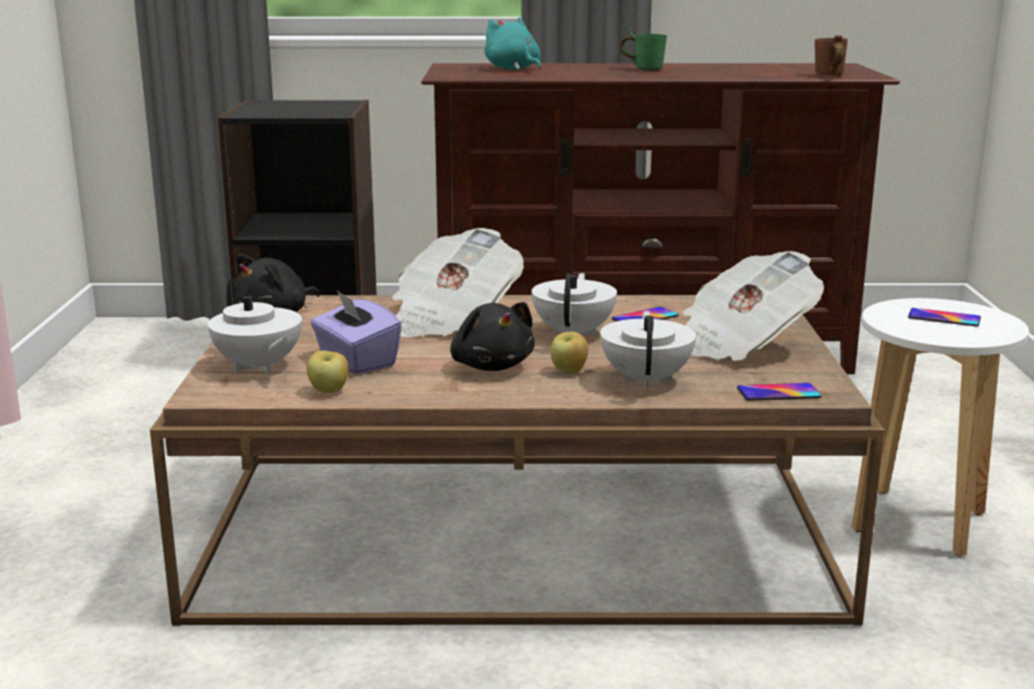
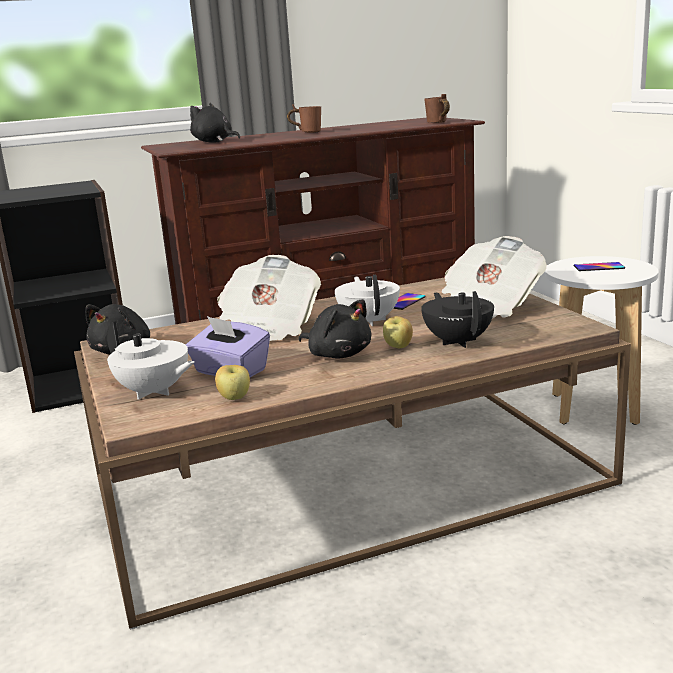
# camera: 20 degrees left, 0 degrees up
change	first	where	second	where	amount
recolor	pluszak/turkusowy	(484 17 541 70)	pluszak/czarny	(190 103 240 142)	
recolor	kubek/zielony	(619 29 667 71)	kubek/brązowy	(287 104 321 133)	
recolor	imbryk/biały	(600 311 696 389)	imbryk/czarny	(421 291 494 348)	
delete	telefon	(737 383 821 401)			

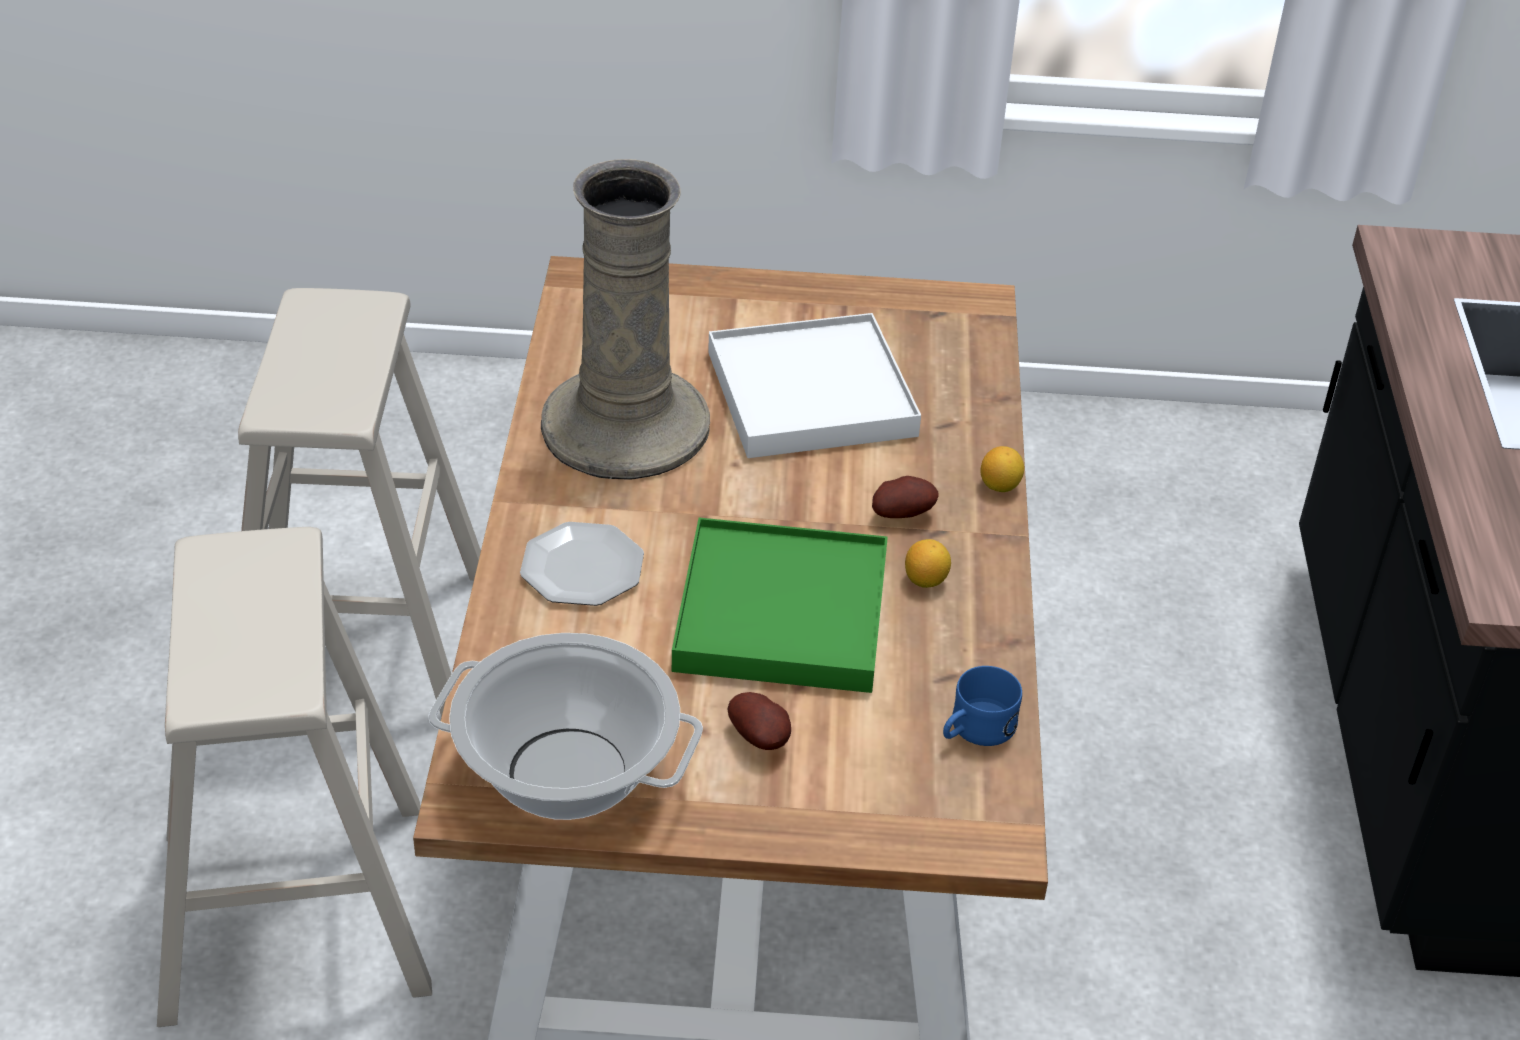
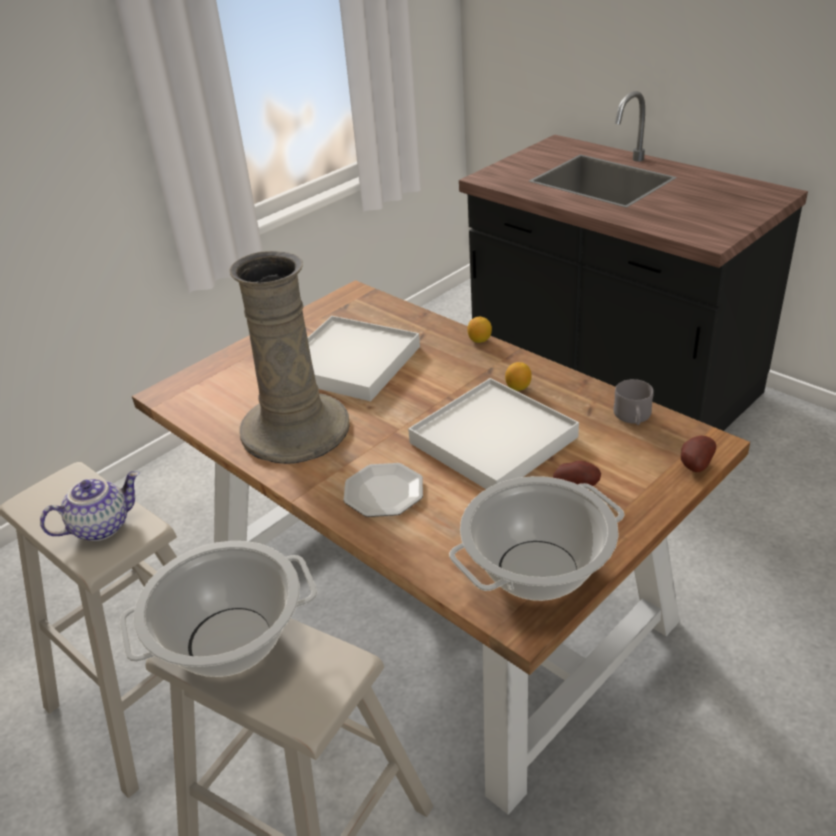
# camera: 45 degrees left, 5 degrees down
change	first	where	second	where	amount
insert			imbryk	(40 471 139 541)	
insert			garnek	(120 541 317 677)	
recolor	taca/zielony	(672 518 888 693)	taca/biały	(408 378 579 489)	
recolor	kubek/niebieski	(943 666 1022 746)	kubek/szary	(613 379 654 425)	
move	ziemniak	(872 476 938 518)		(681 435 716 472)	

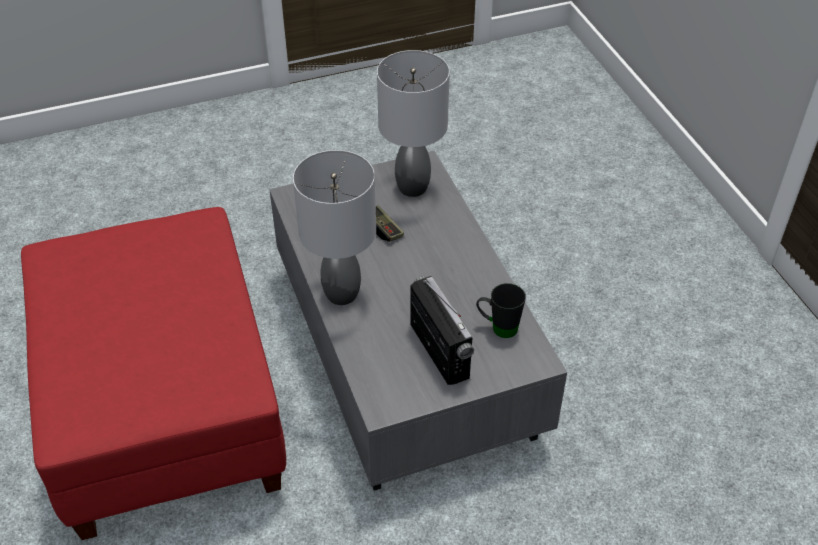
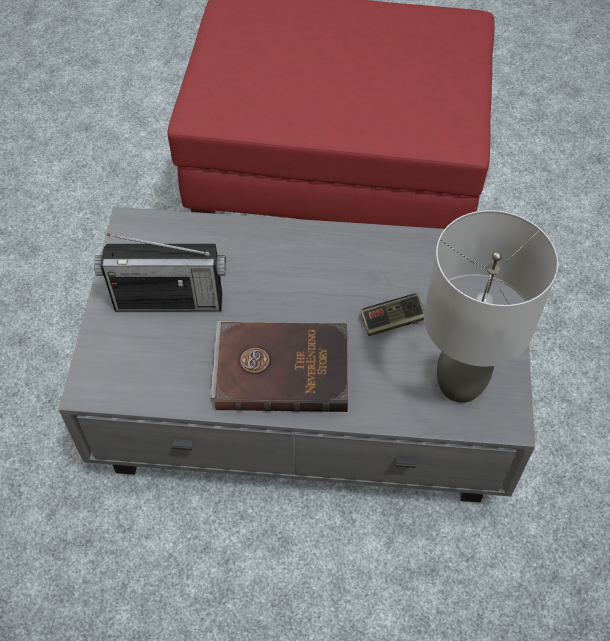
# camera: 115 degrees right, 10 degrees up
change	first	where	second	where	amount
insert			książka/brązowy	(210 321 349 412)	
delete	lampa stołowa/szary	(293 150 376 305)			
delete	kubek/czarny	(476 283 526 338)			

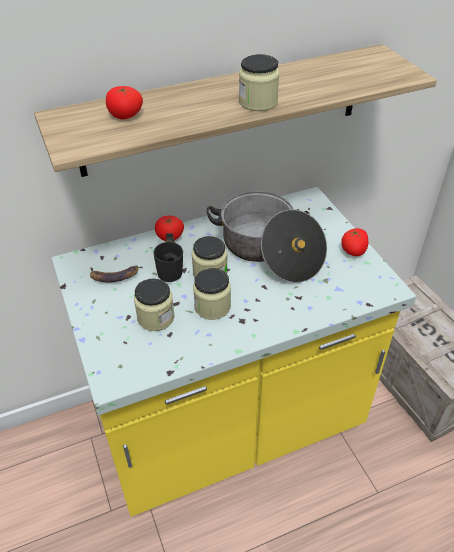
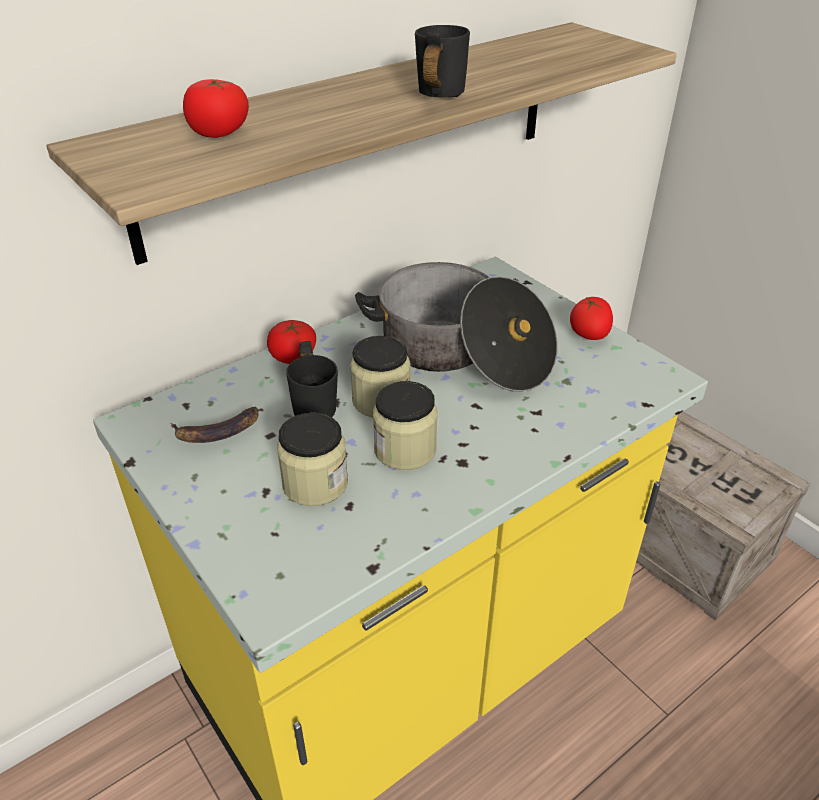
# camera: 15 degrees left, 5 degrees down
change	first	where	second	where	amount
replace	słoik	(239 54 280 111)	kubek/czarny	(415 25 470 98)	

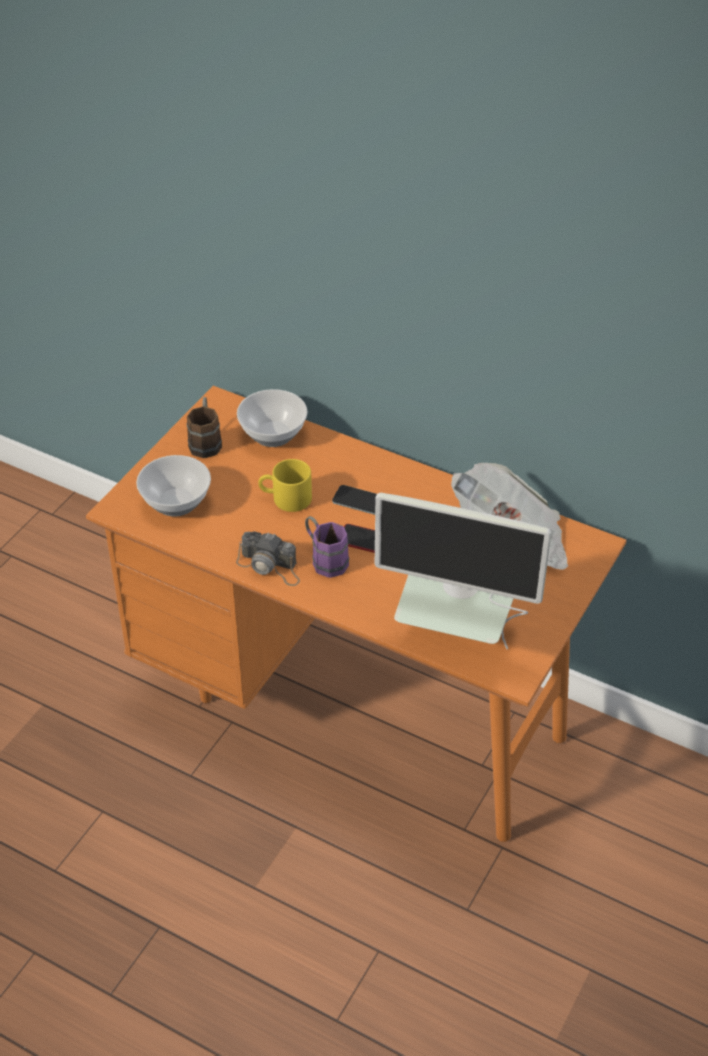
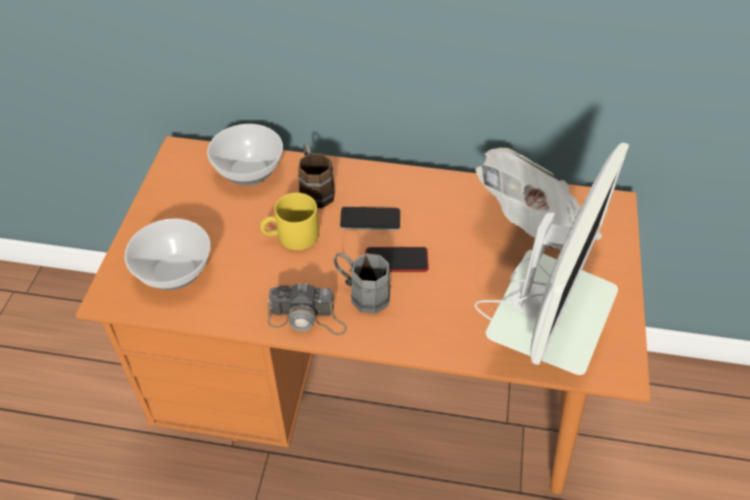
# camera: 20 degrees left, 5 degrees up
change	first	where	second	where	amount
move	kubek/brązowy	(186 397 222 458)		(298 143 335 208)	
recolor	kubek/fioletowy	(305 516 349 578)	kubek/szary	(334 253 390 314)	
rotate	monitor	(375 493 552 649)		(474 142 629 375)	60 degrees counterclockwise

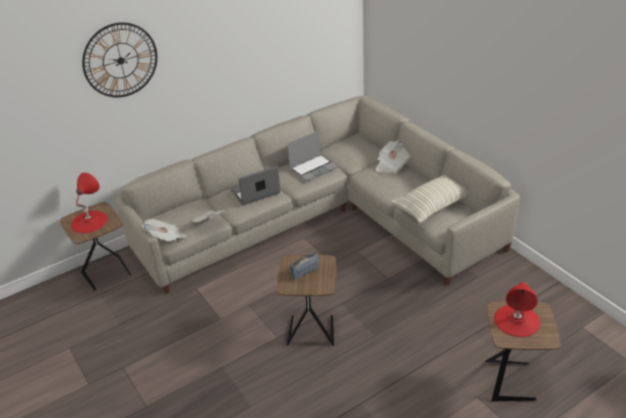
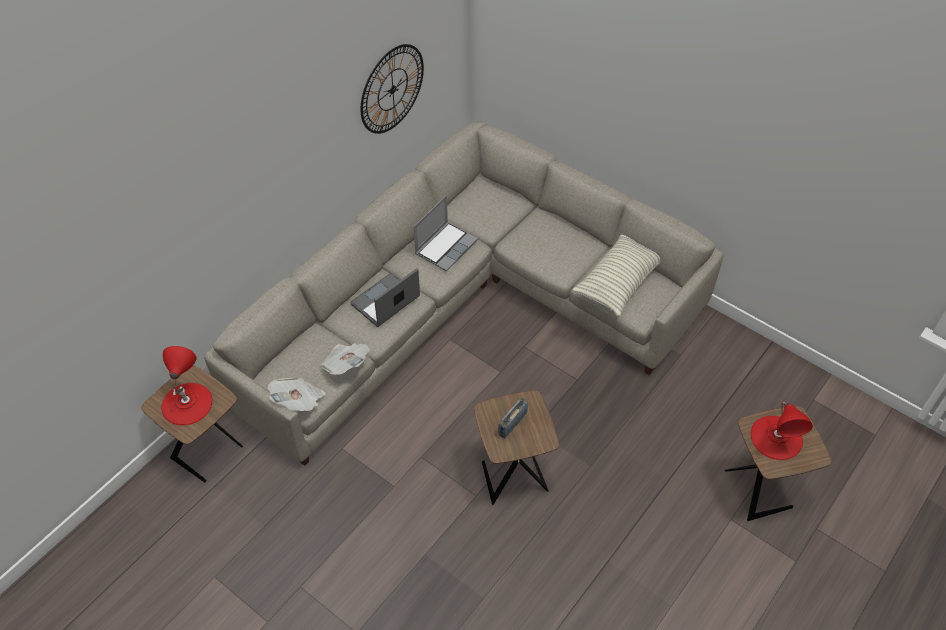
# camera: 20 degrees left, 15 degrees up
change	first	where	second	where	amount
move	zegar ścienny	(82 22 157 97)		(361 44 424 134)	
delete	gazeta	(376 140 411 174)			

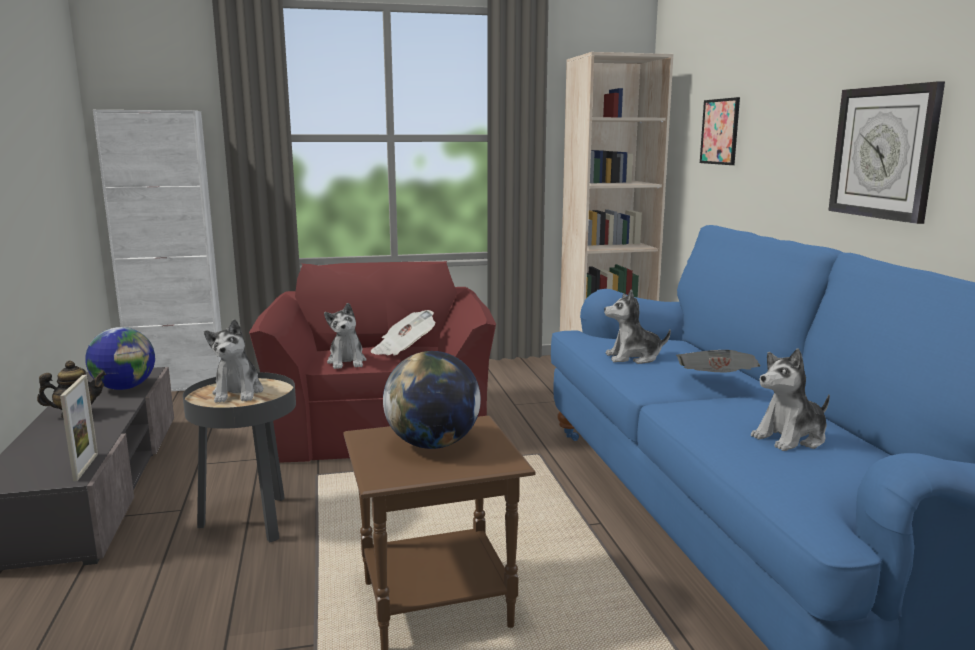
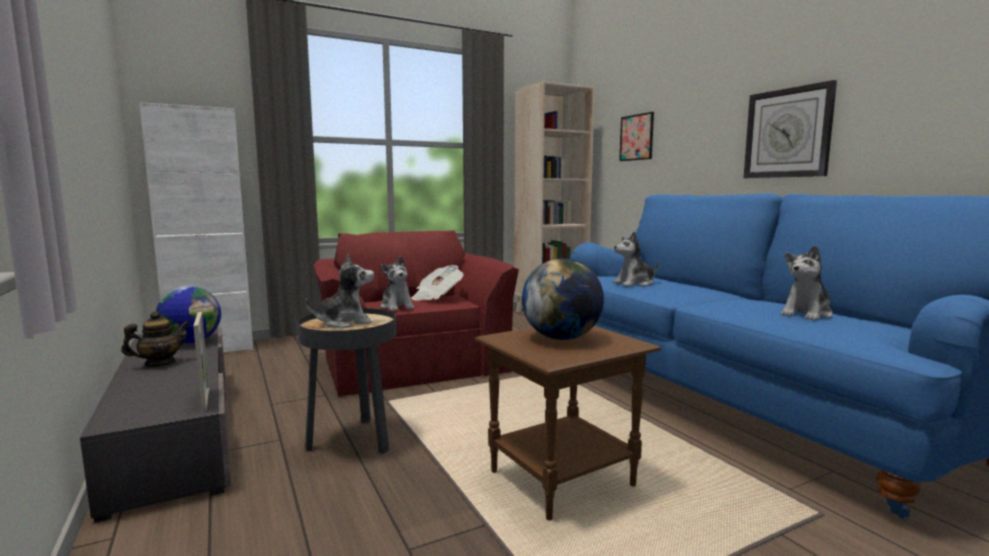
# camera: 15 degrees left, 5 degrees down
change	first	where	second	where	amount
rotate	pluszak	(204 319 263 403)		(305 254 374 328)	90 degrees counterclockwise
delete	gazeta	(676 350 760 373)			

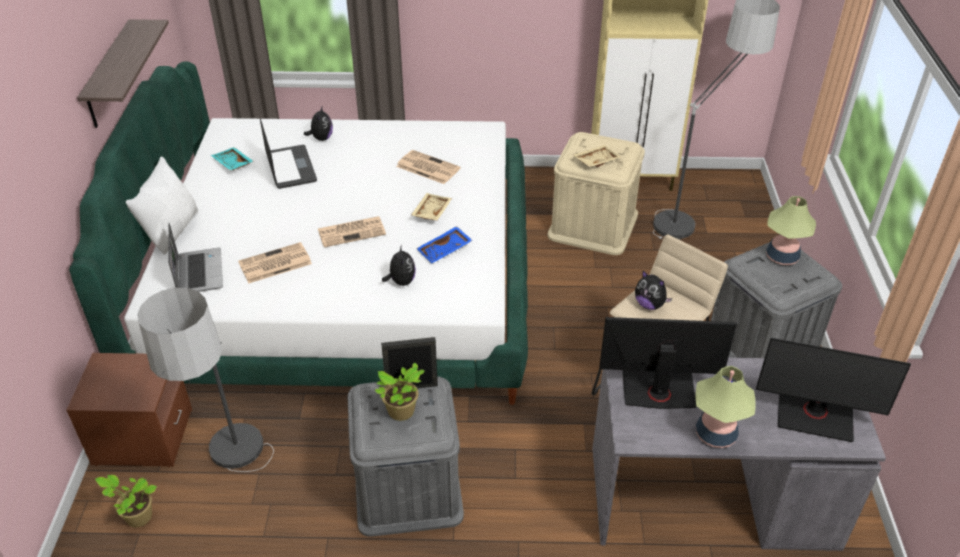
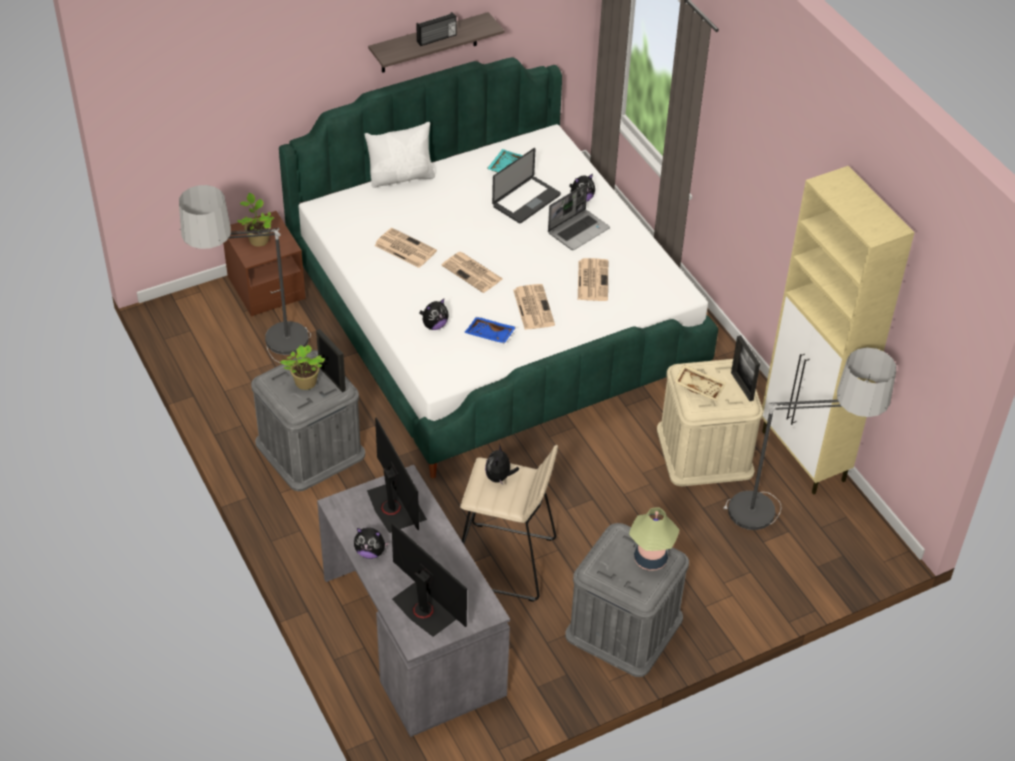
# camera: 60 degrees right, 5 degrees up
change	first	where	second	where	amount
move	roślina doniczkowa	(95 475 157 527)		(237 193 274 247)	
replace	lampa stołowa	(696 366 756 448)	pluszak	(354 528 390 559)	
rotate	monitor	(756 338 911 442)		(391 522 467 637)	150 degrees clockwise
insert			radio	(417 12 457 46)	
replace	taca/beżowy	(411 193 452 221)	gazeta	(513 284 555 330)	
move	laptop	(168 223 223 292)		(548 183 610 250)	
insert			ramka na zdjęcie	(731 335 760 401)	

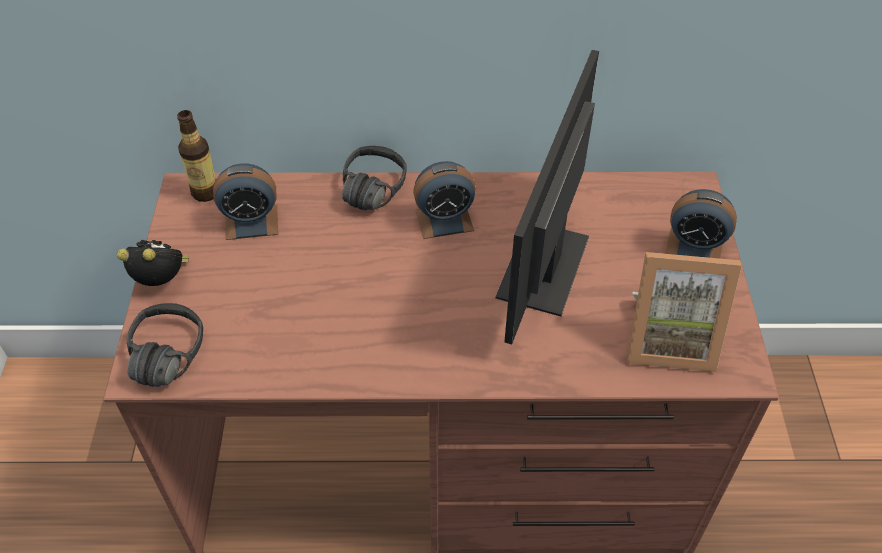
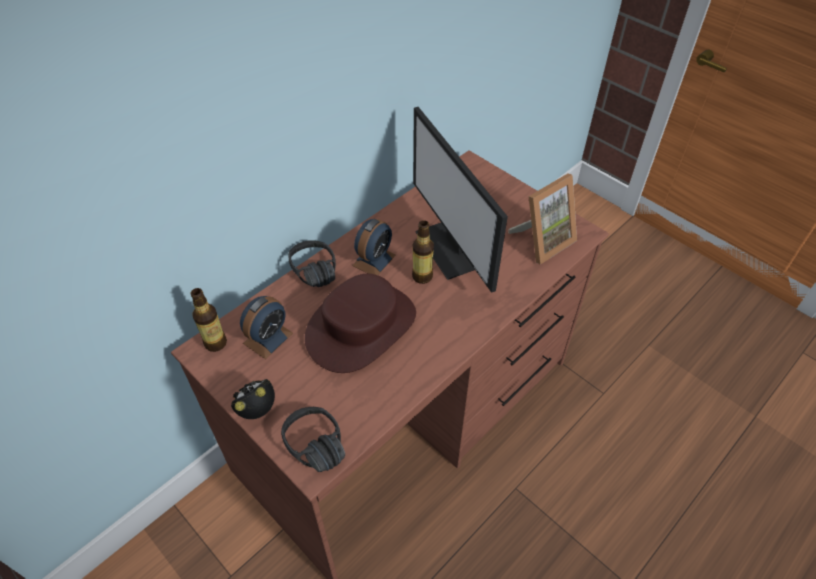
# camera: 45 degrees left, 0 degrees up
change	first	where	second	where	amount
insert			kapelusz/brązowy	(305 274 416 373)	
insert			butelka	(412 220 434 284)	
delete	budzik	(665 189 737 259)			

